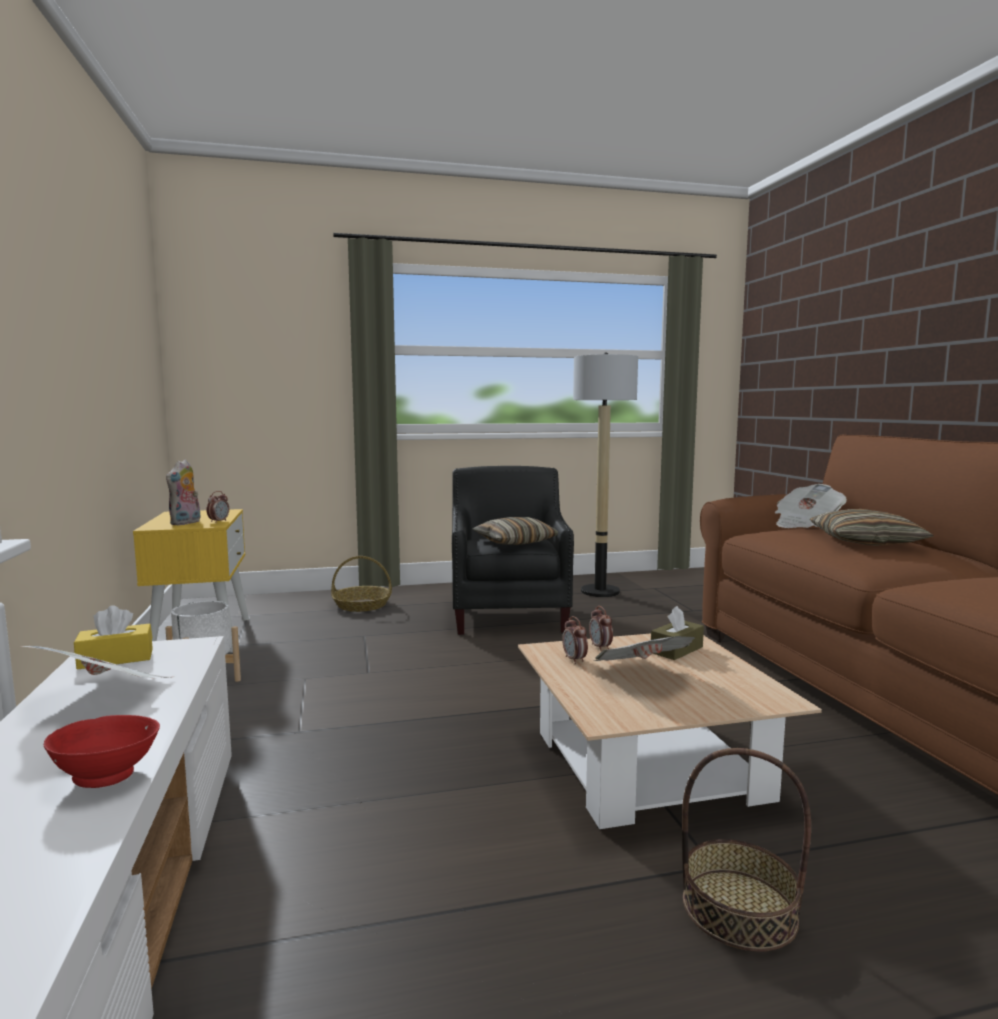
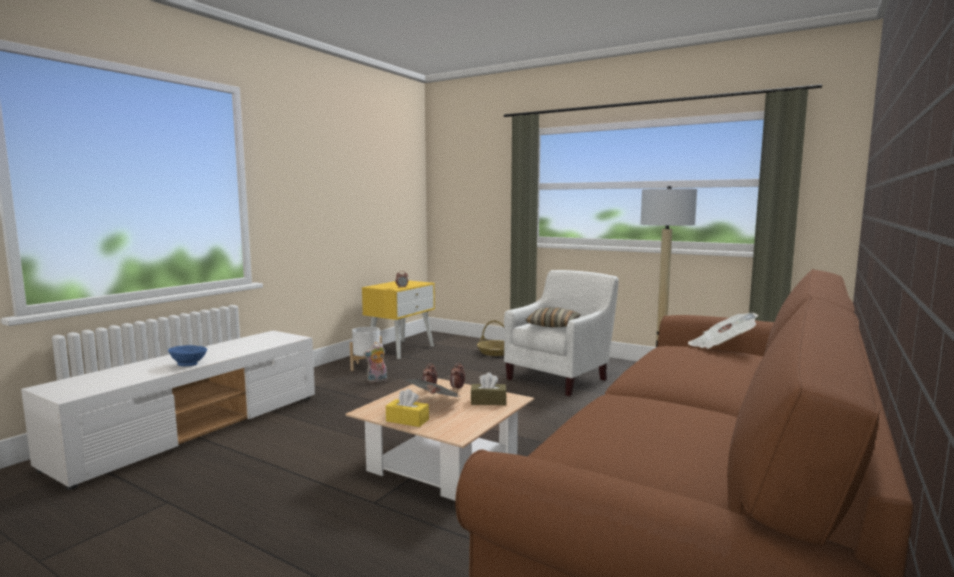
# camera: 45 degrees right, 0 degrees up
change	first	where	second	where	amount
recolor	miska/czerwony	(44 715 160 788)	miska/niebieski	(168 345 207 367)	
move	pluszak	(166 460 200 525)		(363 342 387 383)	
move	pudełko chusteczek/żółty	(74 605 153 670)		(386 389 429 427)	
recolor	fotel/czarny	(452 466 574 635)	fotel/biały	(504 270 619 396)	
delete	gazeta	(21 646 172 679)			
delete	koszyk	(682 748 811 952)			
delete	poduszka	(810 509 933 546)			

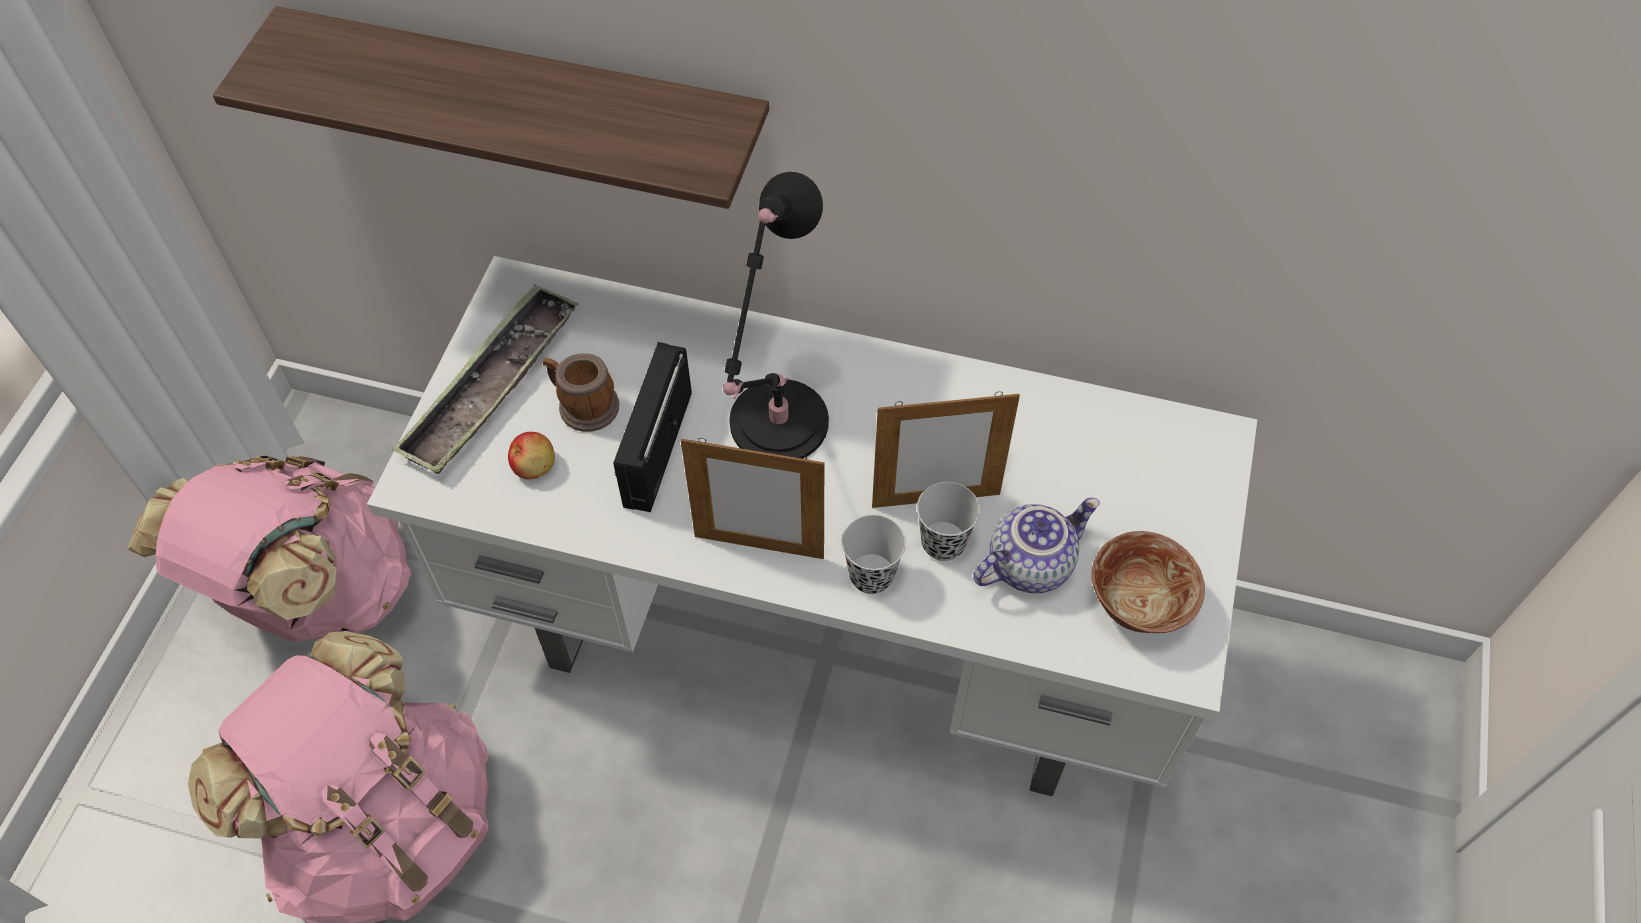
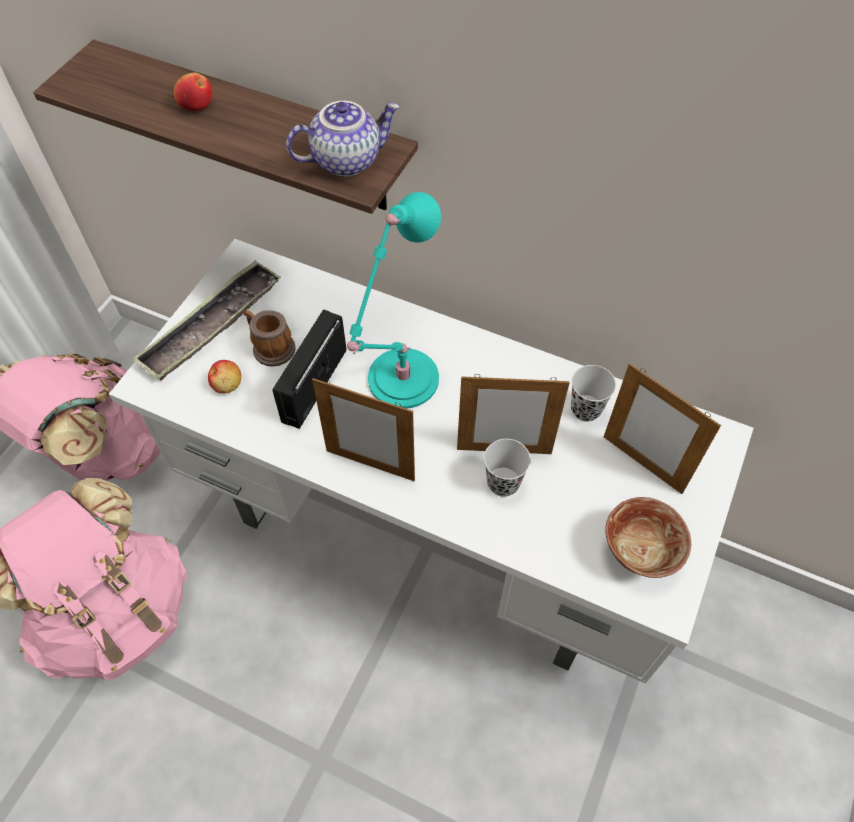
# camera: 10 degrees right, 0 degrees up
change	first	where	second	where	amount
insert			jabłko	(174 72 213 111)	
move	imbryk	(973 498 1100 593)		(286 101 400 177)	
recolor	lampa stołowa/czarny	(723 172 829 459)	lampa stołowa/turkusowy	(347 192 441 409)	
move	filiżanka/czarny	(842 514 906 594)		(571 365 616 422)	
insert			ramka na zdjęcie	(604 363 721 494)	

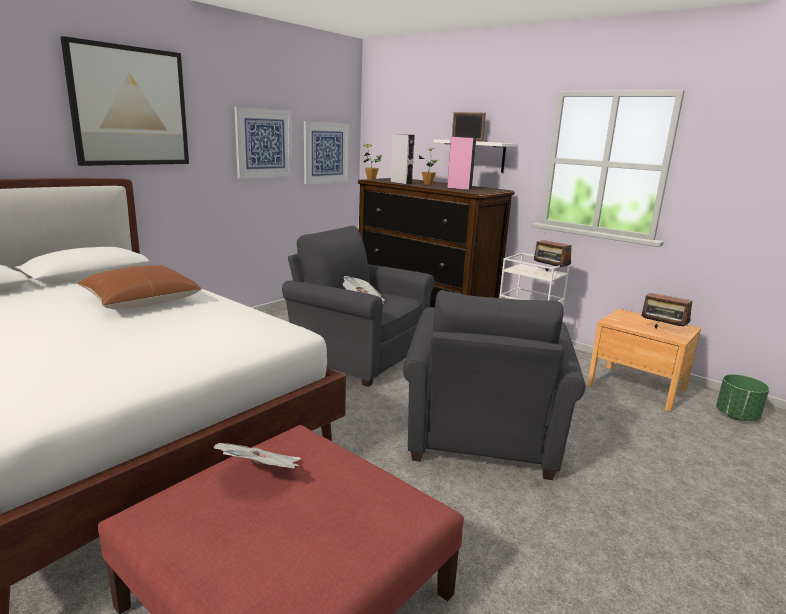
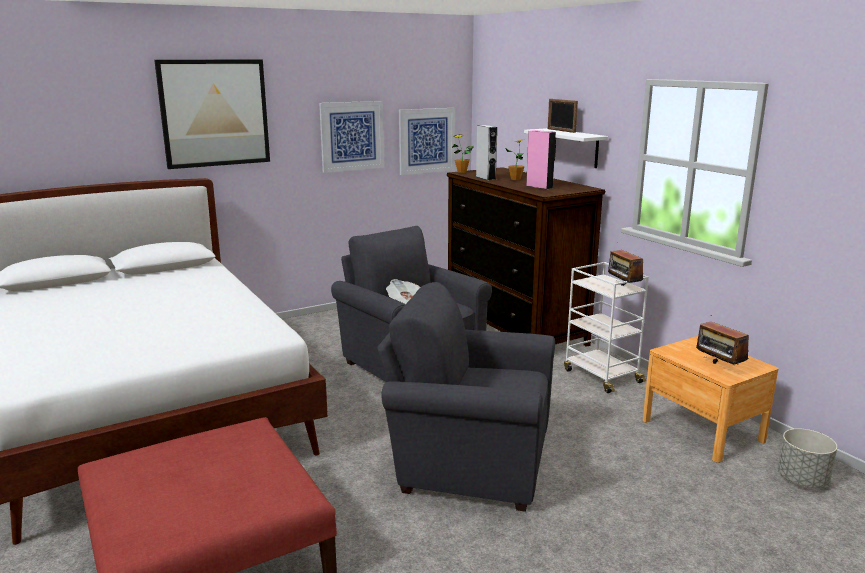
# camera: 20 degrees right, 0 degrees up
change	first	where	second	where	amount
rotate	fotel/szary	(403 290 586 480)		(377 282 555 512)	75 degrees clockwise
recolor	donica/zielony	(716 374 770 421)	donica/szary	(778 428 837 488)	
delete	poduszka/brązowy	(76 265 202 310)			
delete	gazeta	(214 443 301 469)			

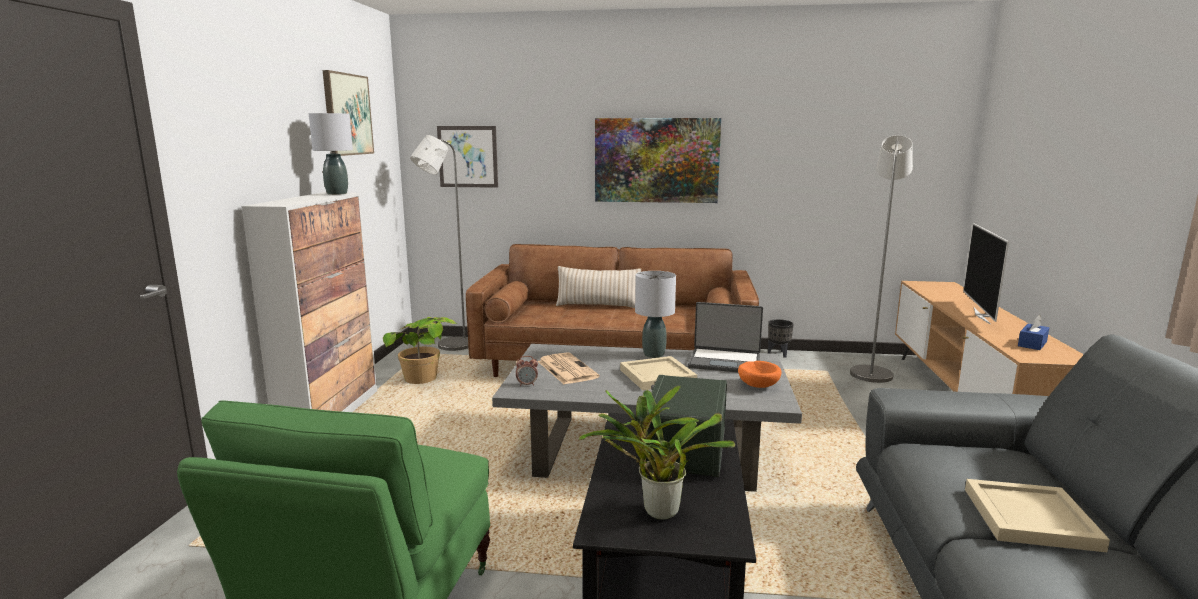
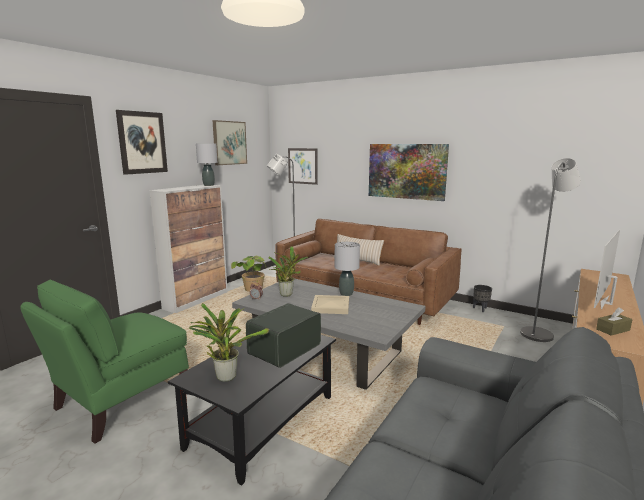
# camera: 25 degrees right, 0 degrees up
change	first	where	second	where	amount
insert			obraz	(116 110 168 175)	
replace	gazeta	(537 352 600 384)	roślina doniczkowa	(269 246 308 297)	
recolor	pudełko chusteczek/niebieski	(1018 315 1049 350)	pudełko chusteczek/brązowy	(596 308 633 336)	
delete	laptop	(688 302 763 372)			
delete	miska/pomarańczowy	(738 361 782 388)			
delete	taca/beżowy	(965 479 1110 552)			

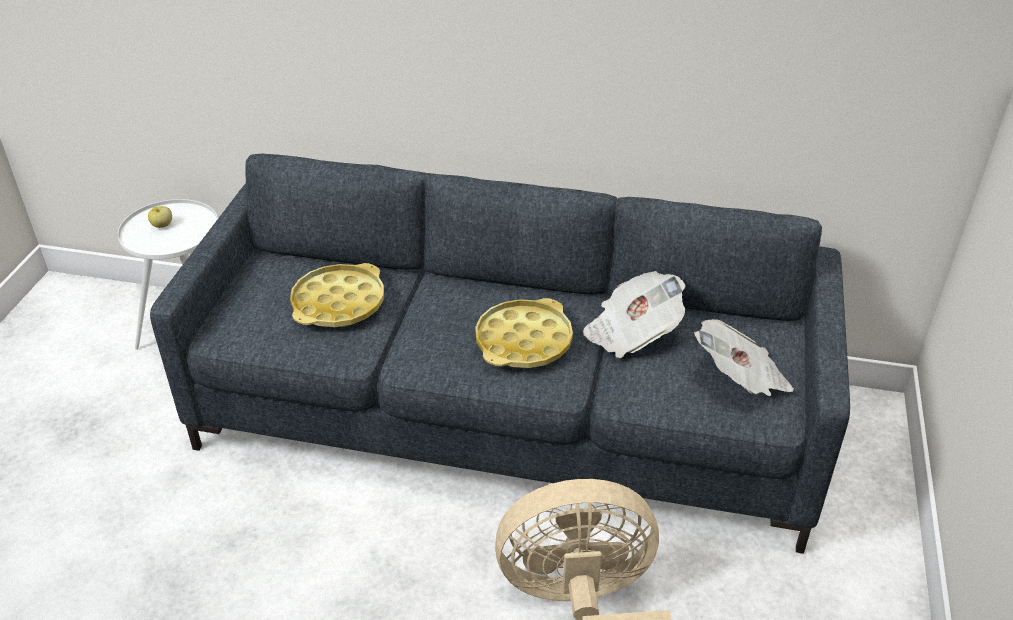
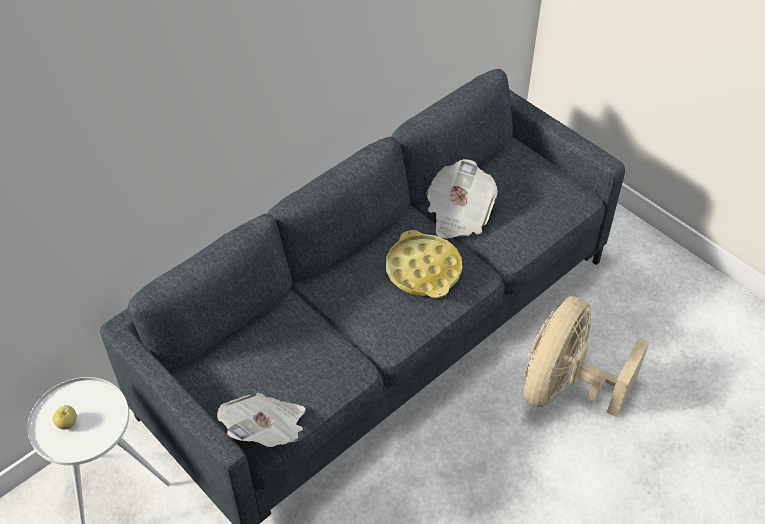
# camera: 55 degrees left, 10 degrees up
change	first	where	second	where	amount
move	gazeta	(694 319 794 396)		(217 392 306 447)	
delete	taca/żółty	(290 263 384 327)			

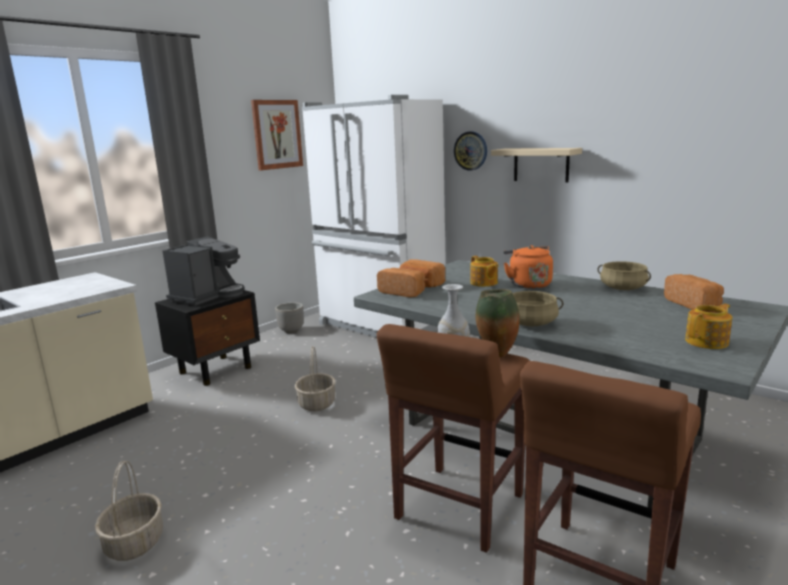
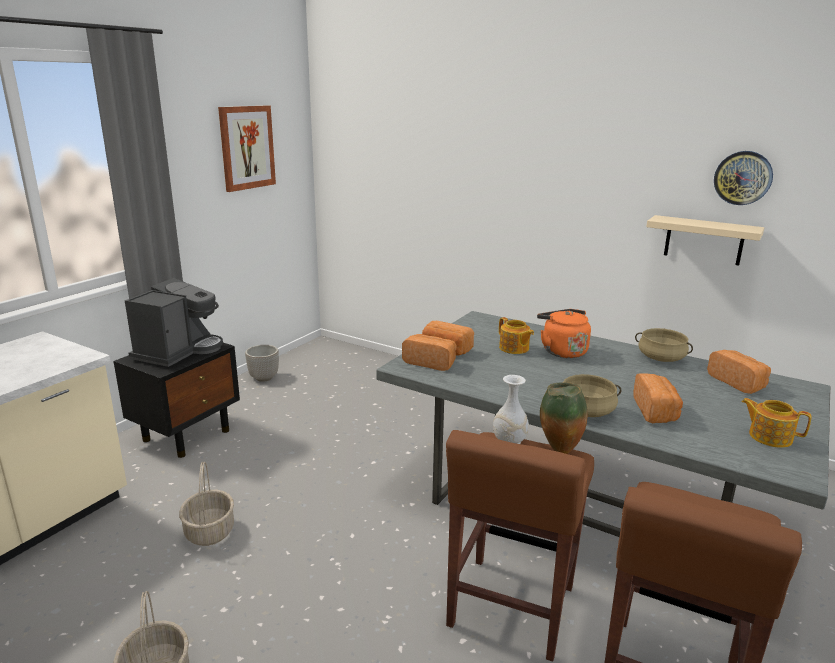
# camera: 10 degrees left, 5 degrees up
change	first	where	second	where	amount
move	koszyk	(295 346 336 411)		(179 462 234 546)	
insert			chleb	(633 373 683 423)	
move	półka/beżowy	(491 148 582 183)		(646 215 764 265)	
move	zegar ścienny	(454 131 487 170)		(714 151 773 205)	
rotate	imbryk	(685 304 732 349)		(741 398 812 448)	105 degrees counterclockwise
delete	lodówka/biały	(302 95 446 338)			

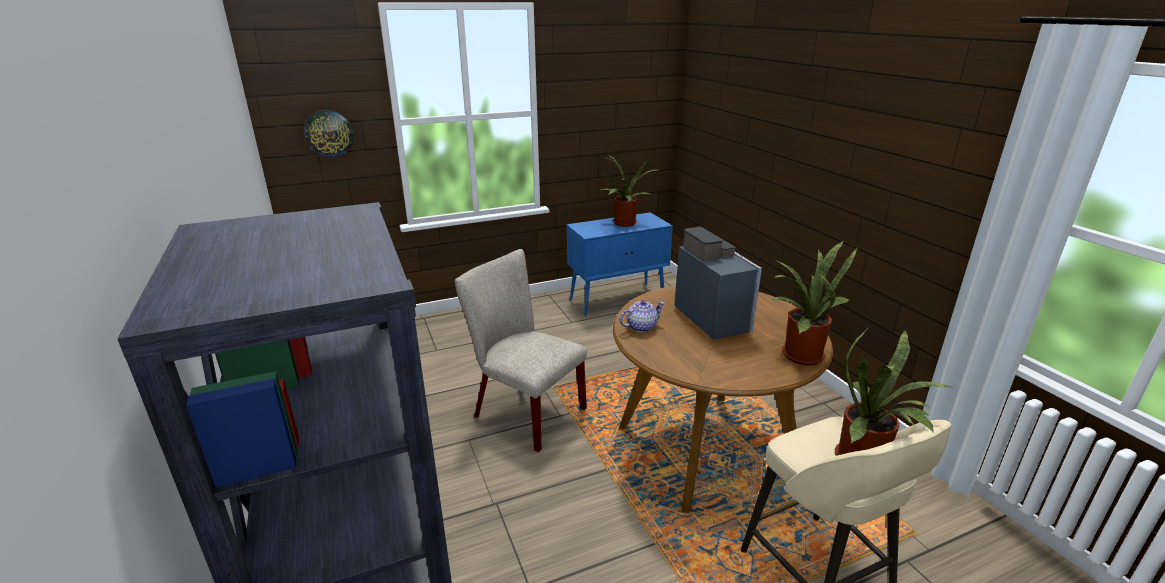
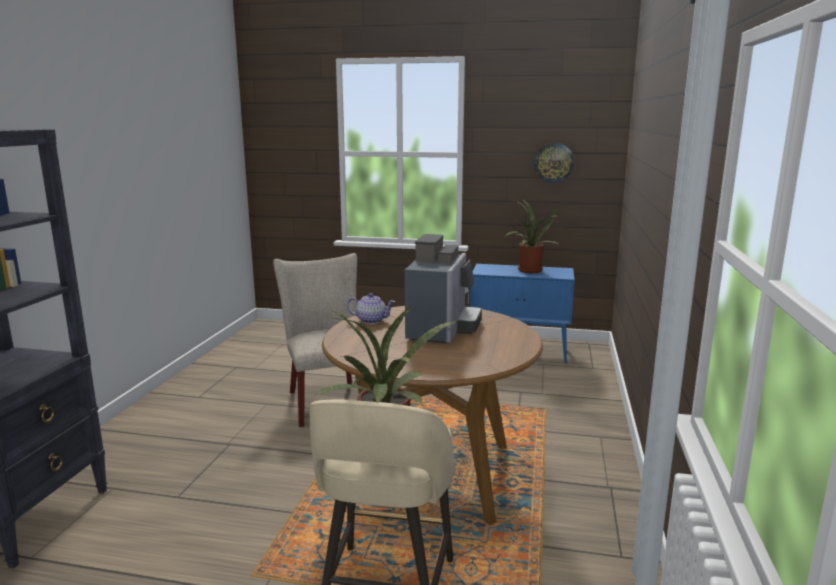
# camera: 35 degrees right, 10 degrees down
change	first	where	second	where	amount
move	zegar ścienny	(303 110 354 158)		(534 143 574 183)	
delete	roślina doniczkowa	(771 241 858 365)			

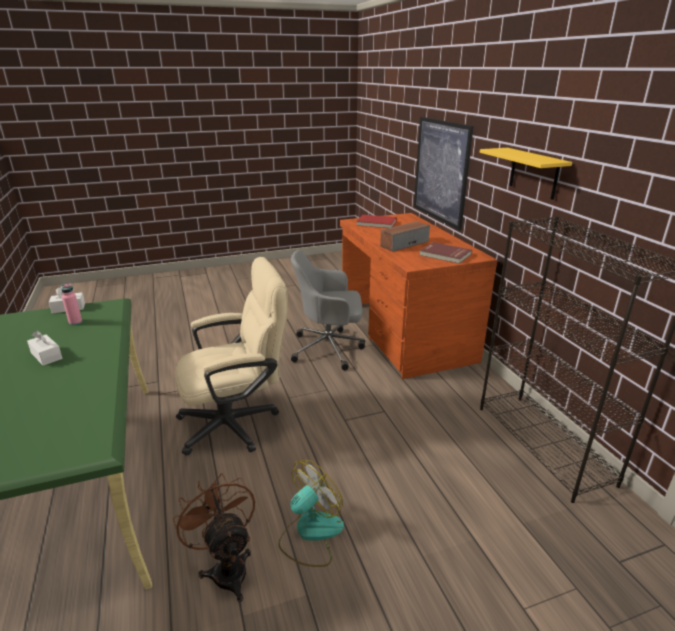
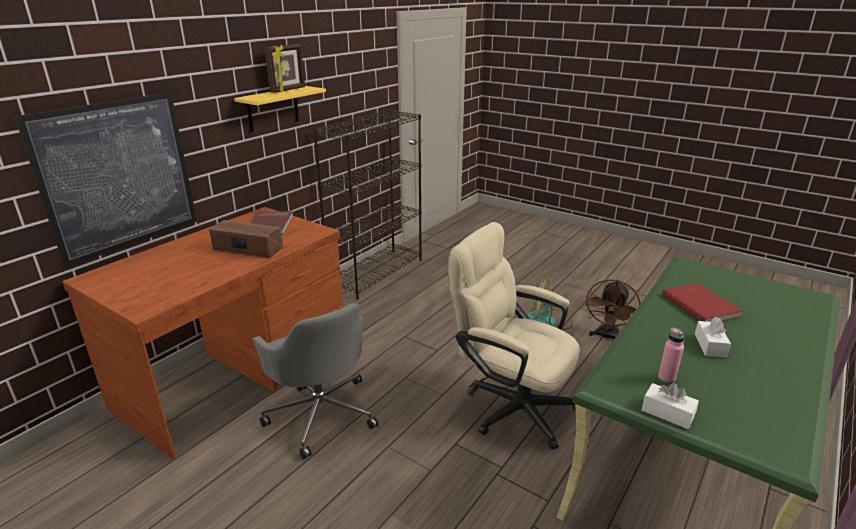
# camera: 125 degrees left, 0 degrees up
change	first	where	second	where	amount
insert			ramka na zdjęcie	(264 44 305 93)	
move	książka/czerwony	(356 215 397 228)		(662 283 743 322)	

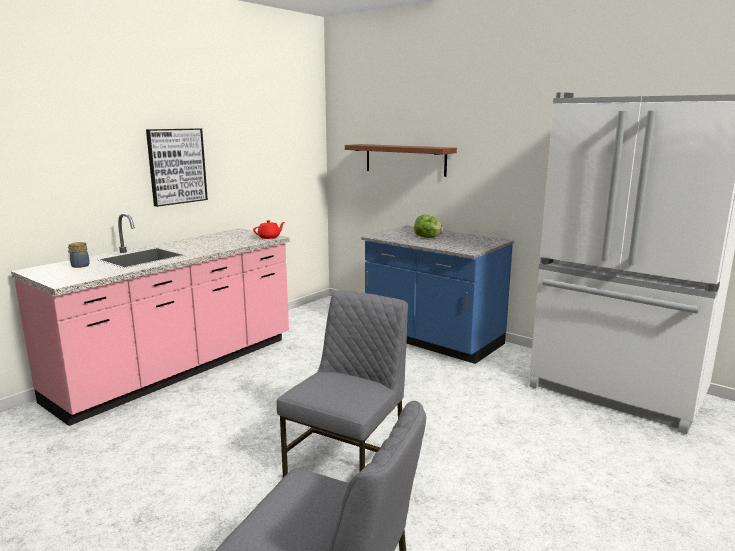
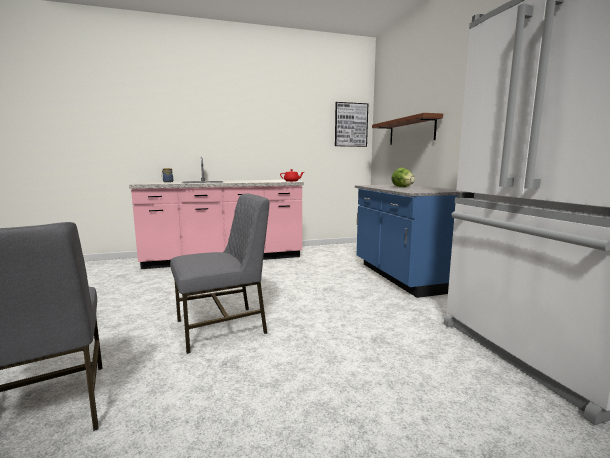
# camera: 35 degrees right, 5 degrees down
change	first	where	second	where	amount
move	obraz	(146 128 208 207)		(335 102 368 147)	

